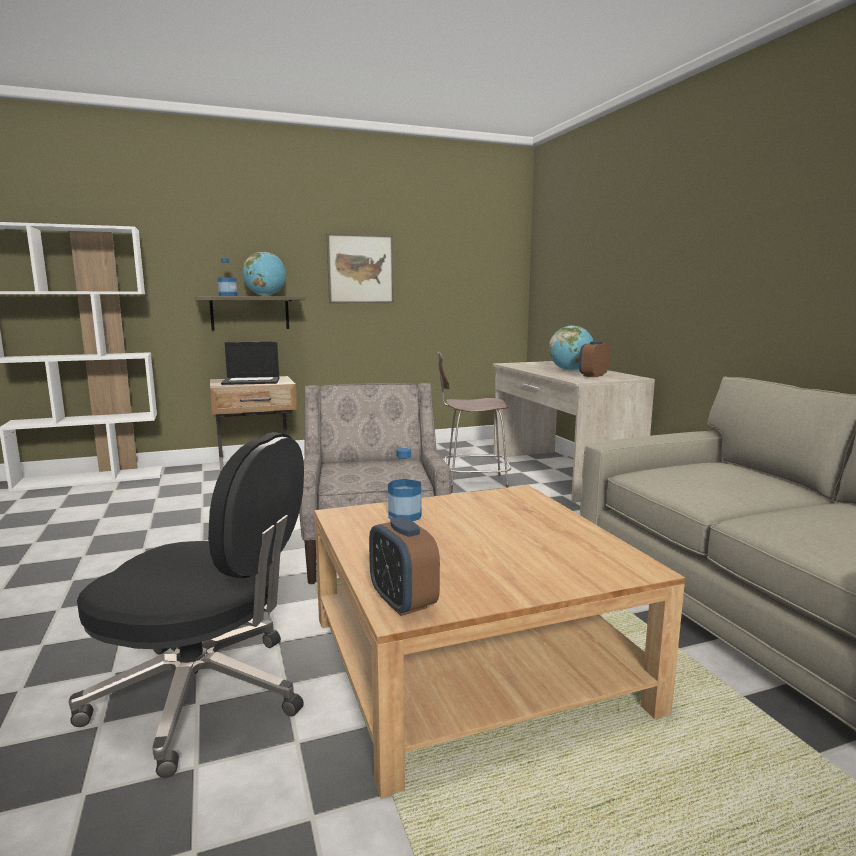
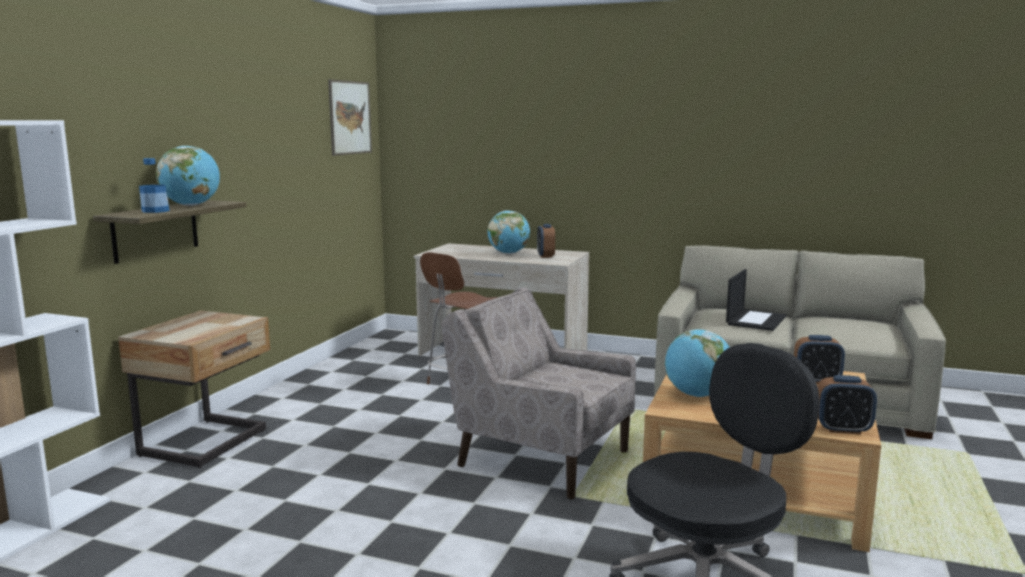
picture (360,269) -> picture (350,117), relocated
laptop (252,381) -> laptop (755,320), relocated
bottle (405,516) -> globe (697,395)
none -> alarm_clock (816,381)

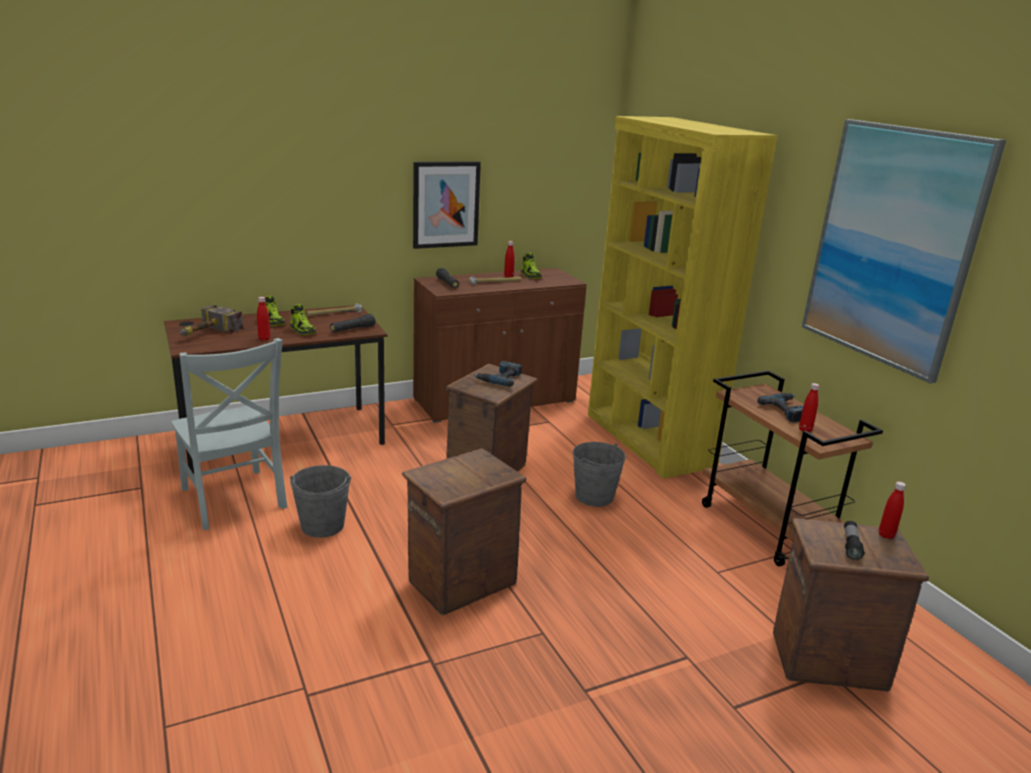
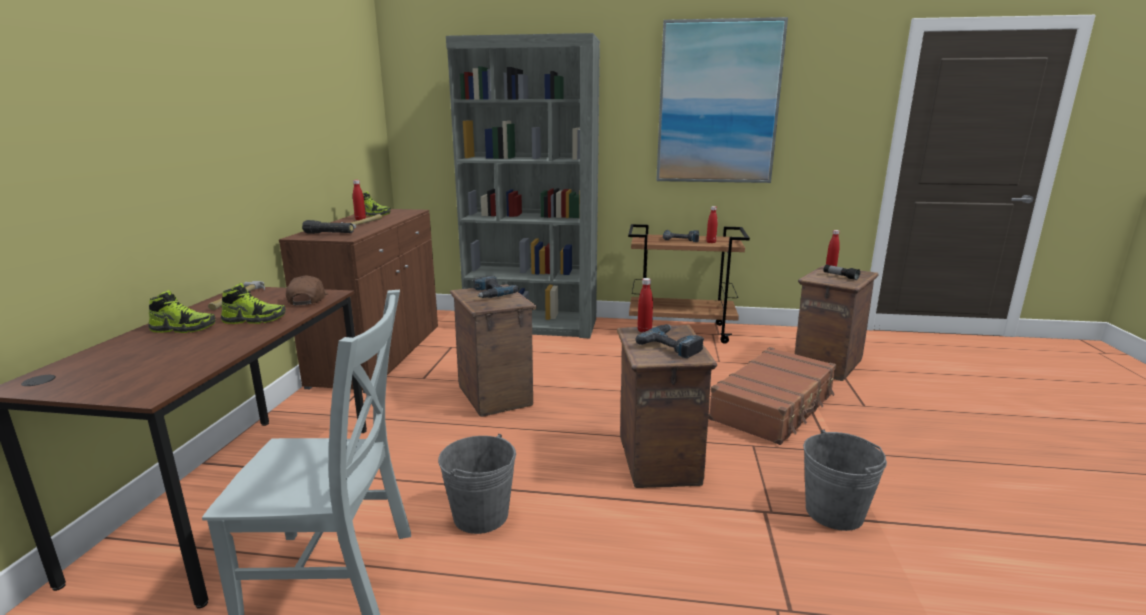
yellow_bookcase (648,440) -> grey_bookcase (532,325)
picture (445,204) -> none
red_bottle (264,339) -> red_bottle (644,331), relocated
hammer (206,333) -> none
black_flashlight (352,329) -> brown_cap (308,299)
grey_bucket (594,496) -> grey_bucket (834,512), relocated
none -> power_drill (672,345)
none -> brown_suitcase (773,407)

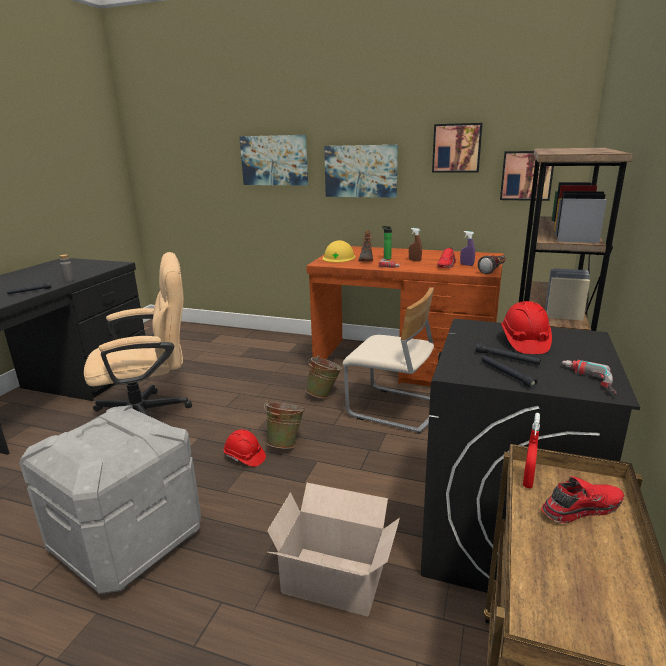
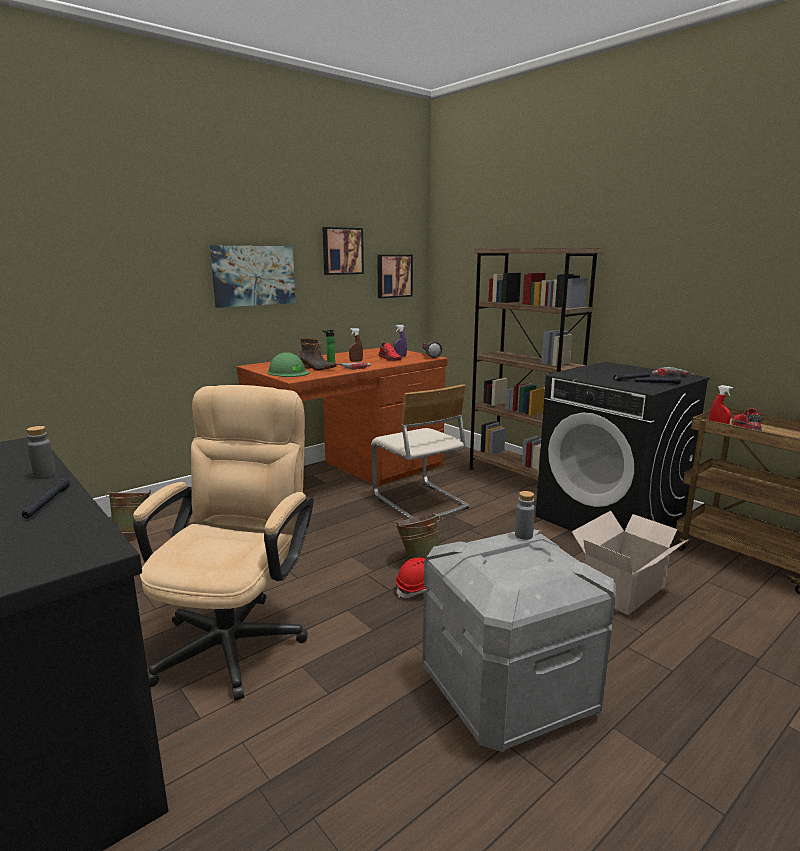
picture (274,160) -> none
yellow_hard_hat (338,257) -> green_hard_hat (288,372)
beige_chair (393,409) -> beige_chair (419,502), 90 degrees clockwise
red_hard_hat (524,342) -> none
green_bucket (324,395) -> green_bucket (133,531), relocated
none -> grey_bottle (523,535)

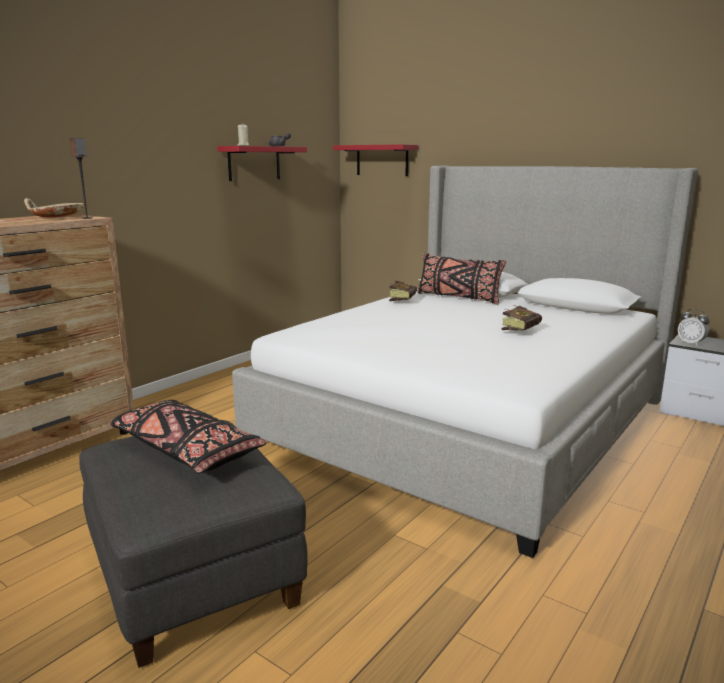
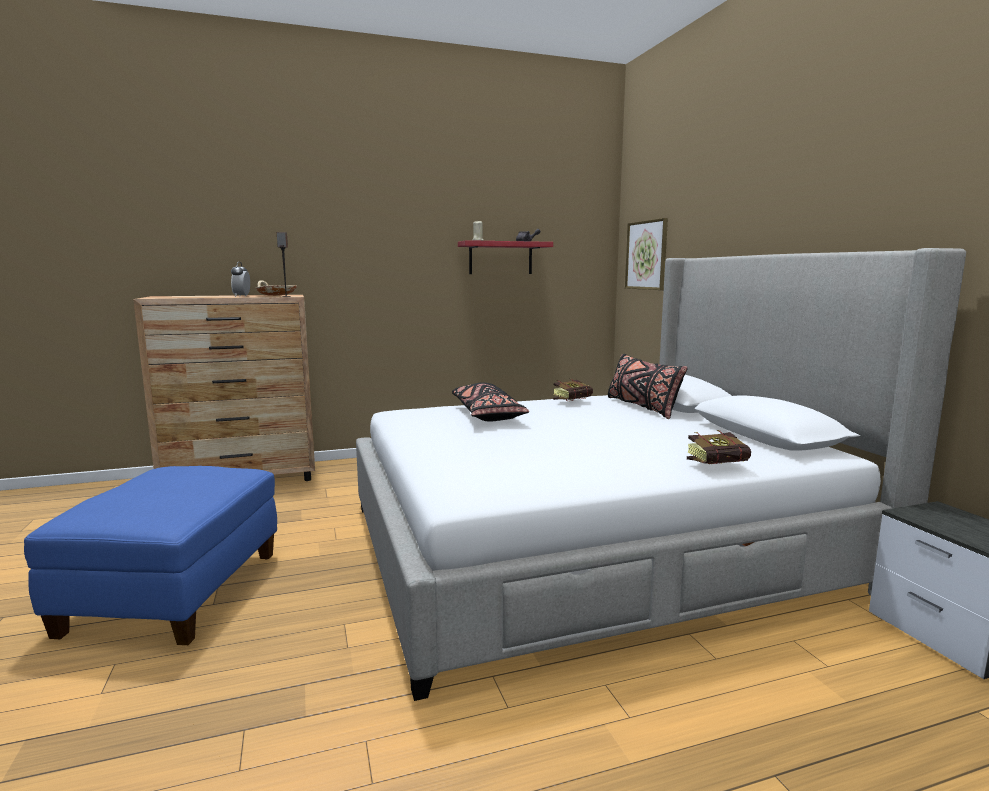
red_shelf (382,160) -> picture (646,255)
book (522,331) -> book (722,466), relocated
alarm_clock (691,343) -> alarm_clock (242,296), relocated
black_pillow (186,450) -> black_pillow (487,414), relocated
grey_ottoman (191,574) -> blue_ottoman (176,592)

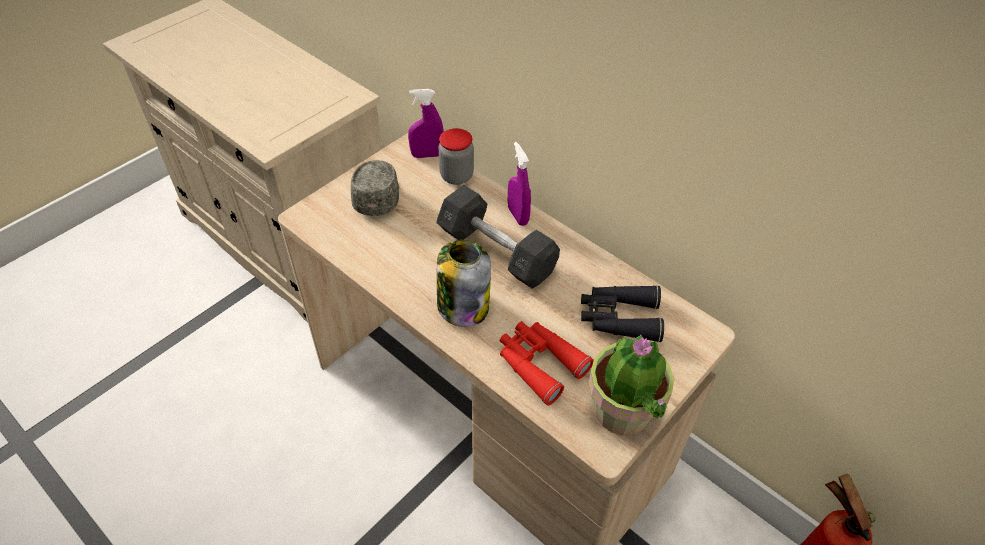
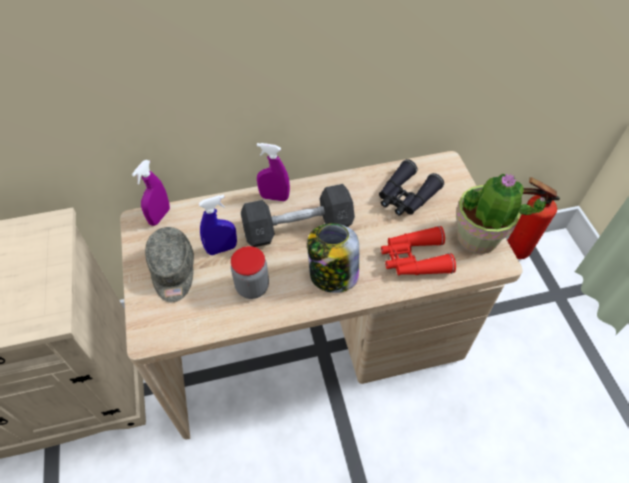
jar (456,176) -> jar (252,287), relocated
grey_cap (377,195) -> grey_cap (173,271), 135 degrees counterclockwise
none -> blue_spray_bottle (222,249)

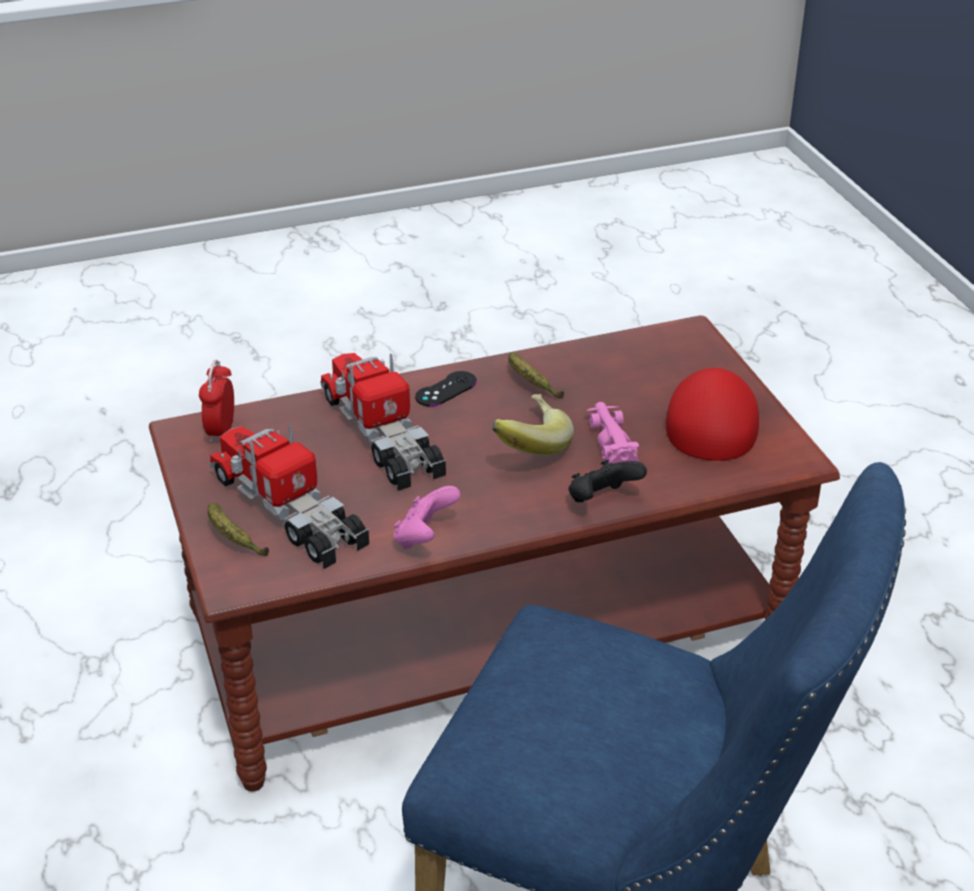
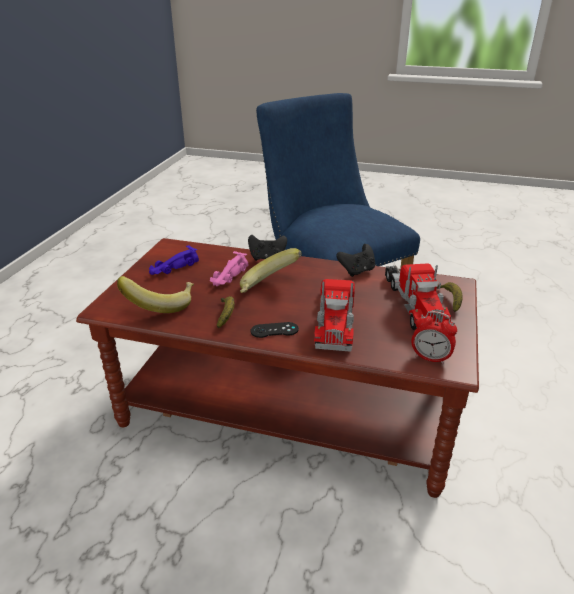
alarm_clock (221,430) -> alarm_clock (430,358), 75 degrees clockwise
red_cap (712,419) -> purple_toy_car (173,268)
pink_game_controller (424,538) -> black_game_controller (357,271)
none -> banana (161,305)

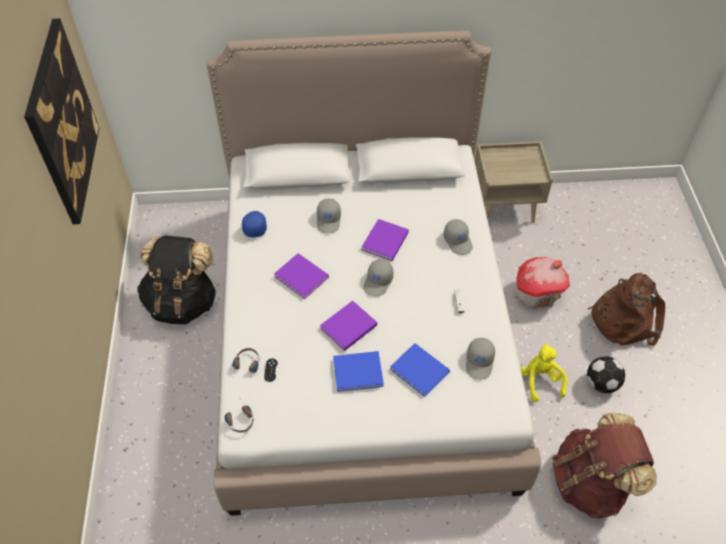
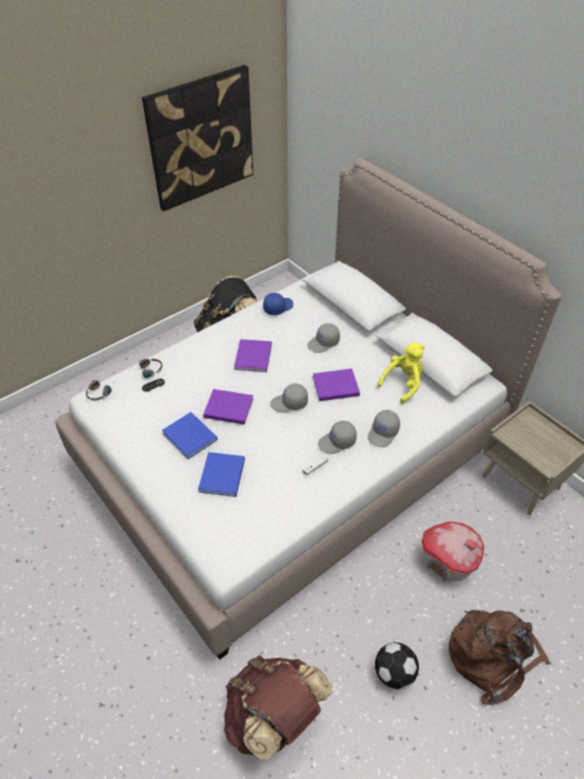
grey_cap (480,362) -> grey_cap (337,442), relocated
yellow_plush_toy (540,381) -> yellow_plush_toy (403,383), relocated

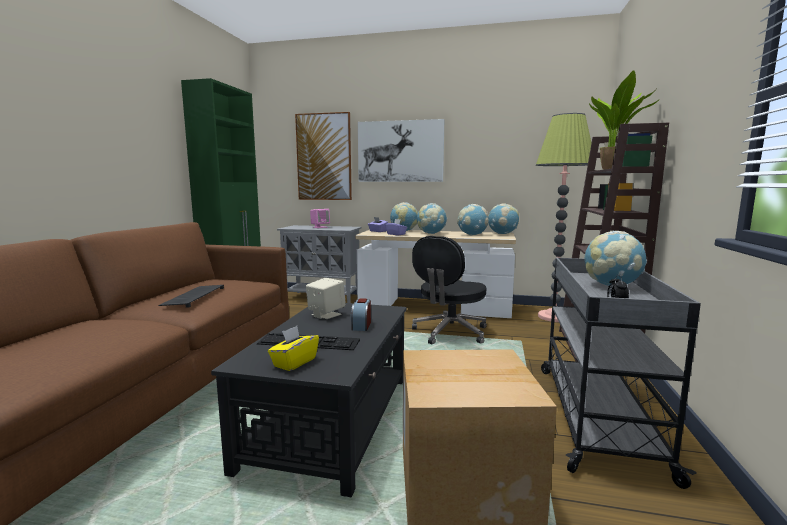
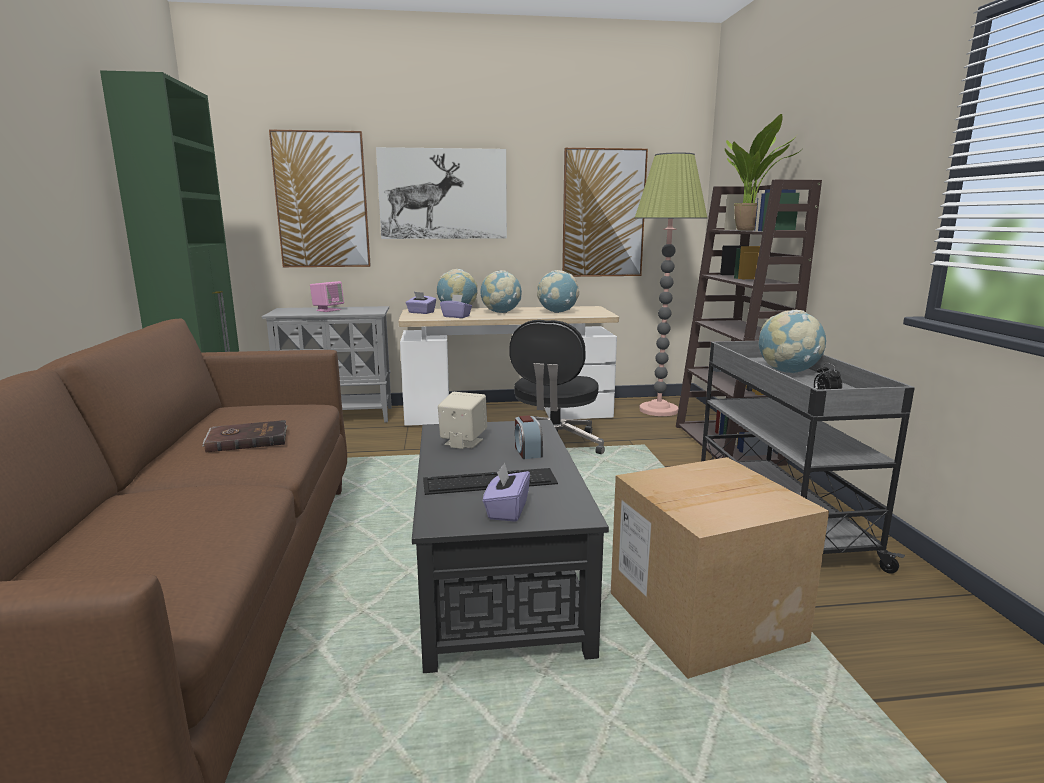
globe (502,234) -> none
keyboard (194,297) -> brown_book (247,439)
yellow_tissue_box (294,362) -> purple_tissue_box (507,510)
none -> picture (603,213)

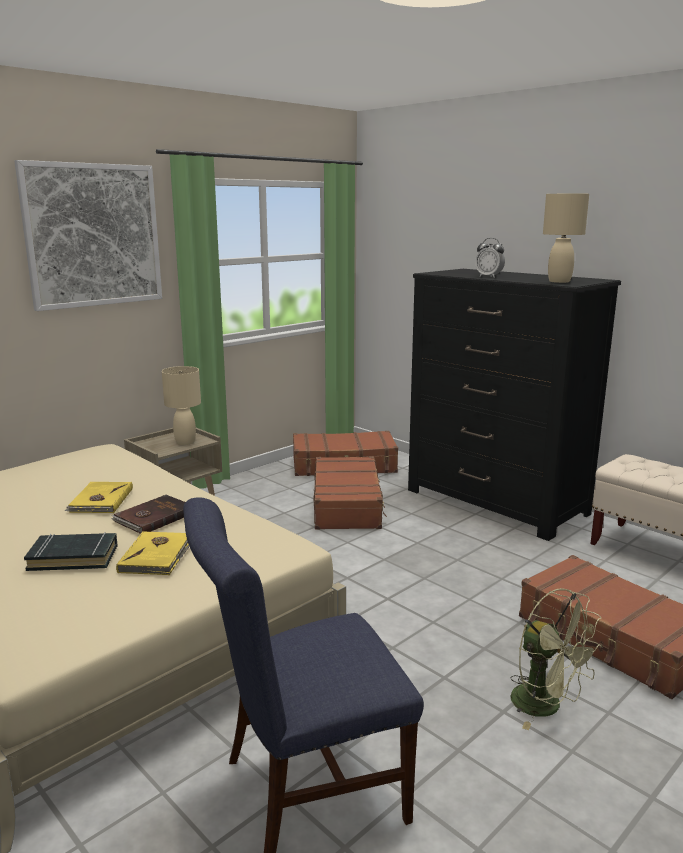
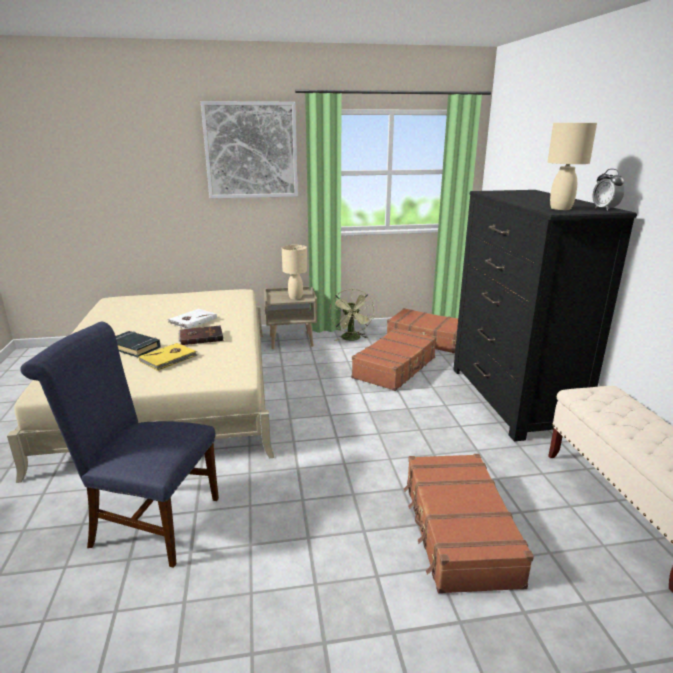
alarm_clock (489,277) -> alarm_clock (605,209), relocated
yellow_book (100,500) -> white_book (192,320)
green_fan (546,706) -> green_fan (352,339), relocated

